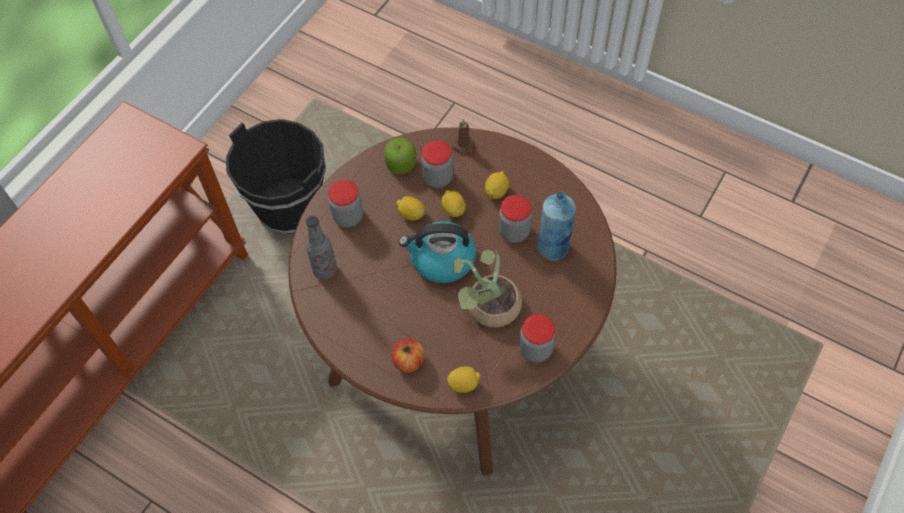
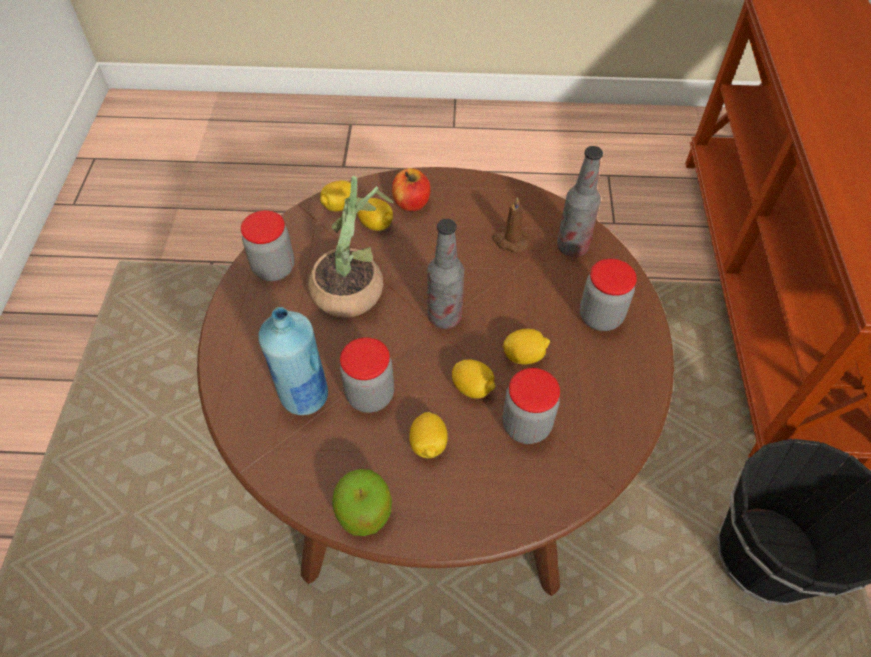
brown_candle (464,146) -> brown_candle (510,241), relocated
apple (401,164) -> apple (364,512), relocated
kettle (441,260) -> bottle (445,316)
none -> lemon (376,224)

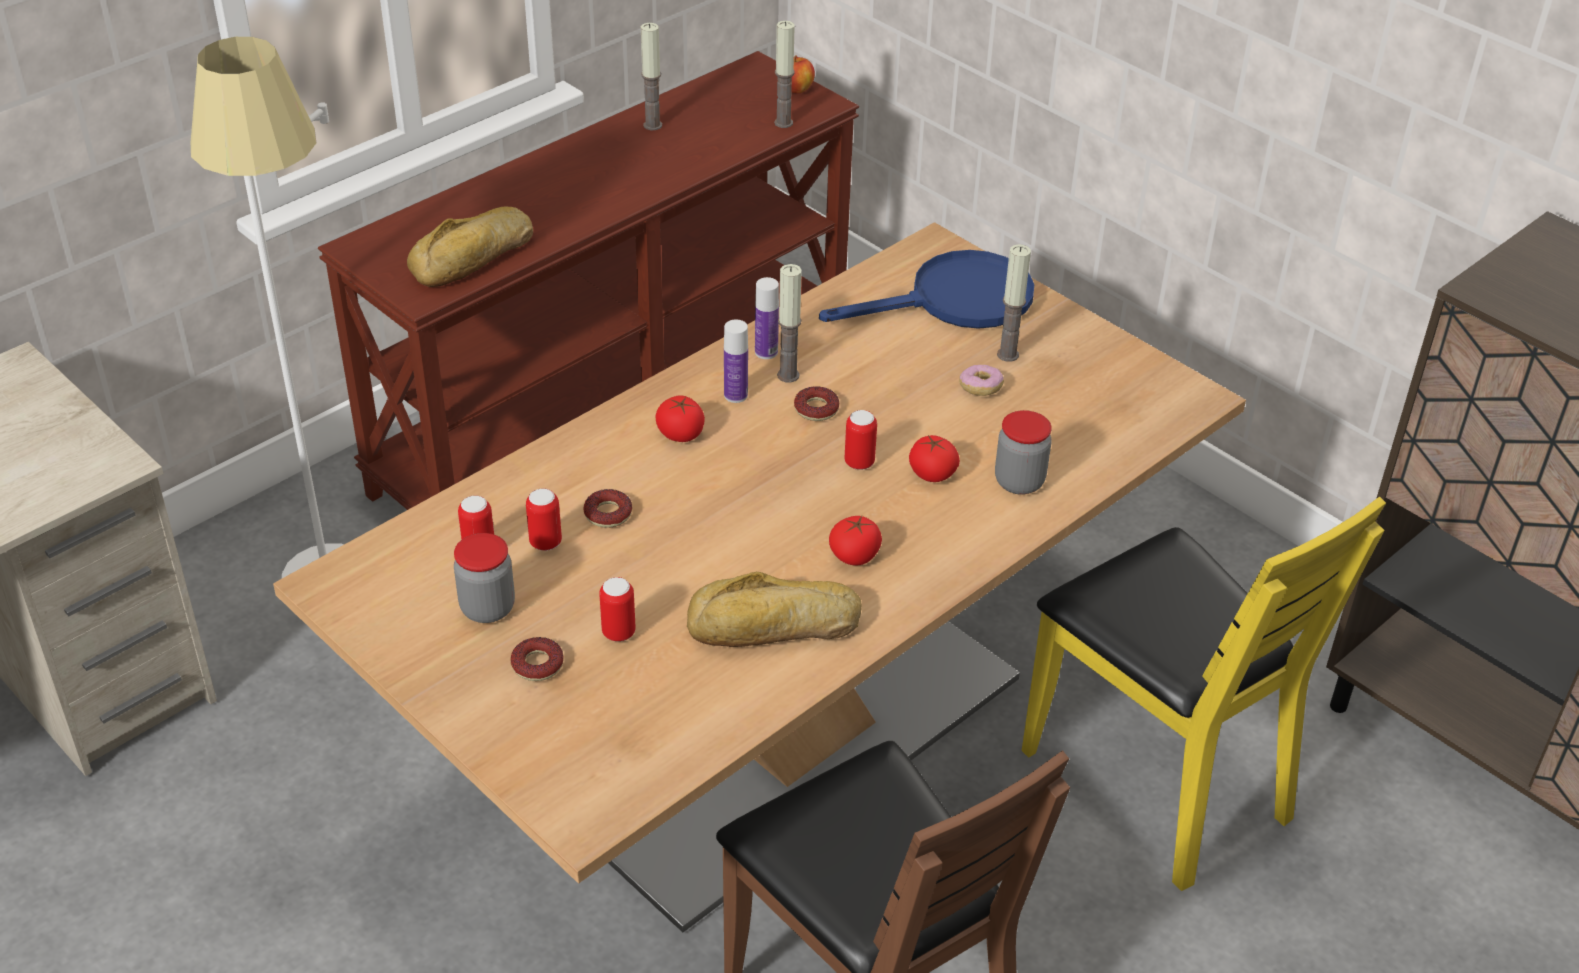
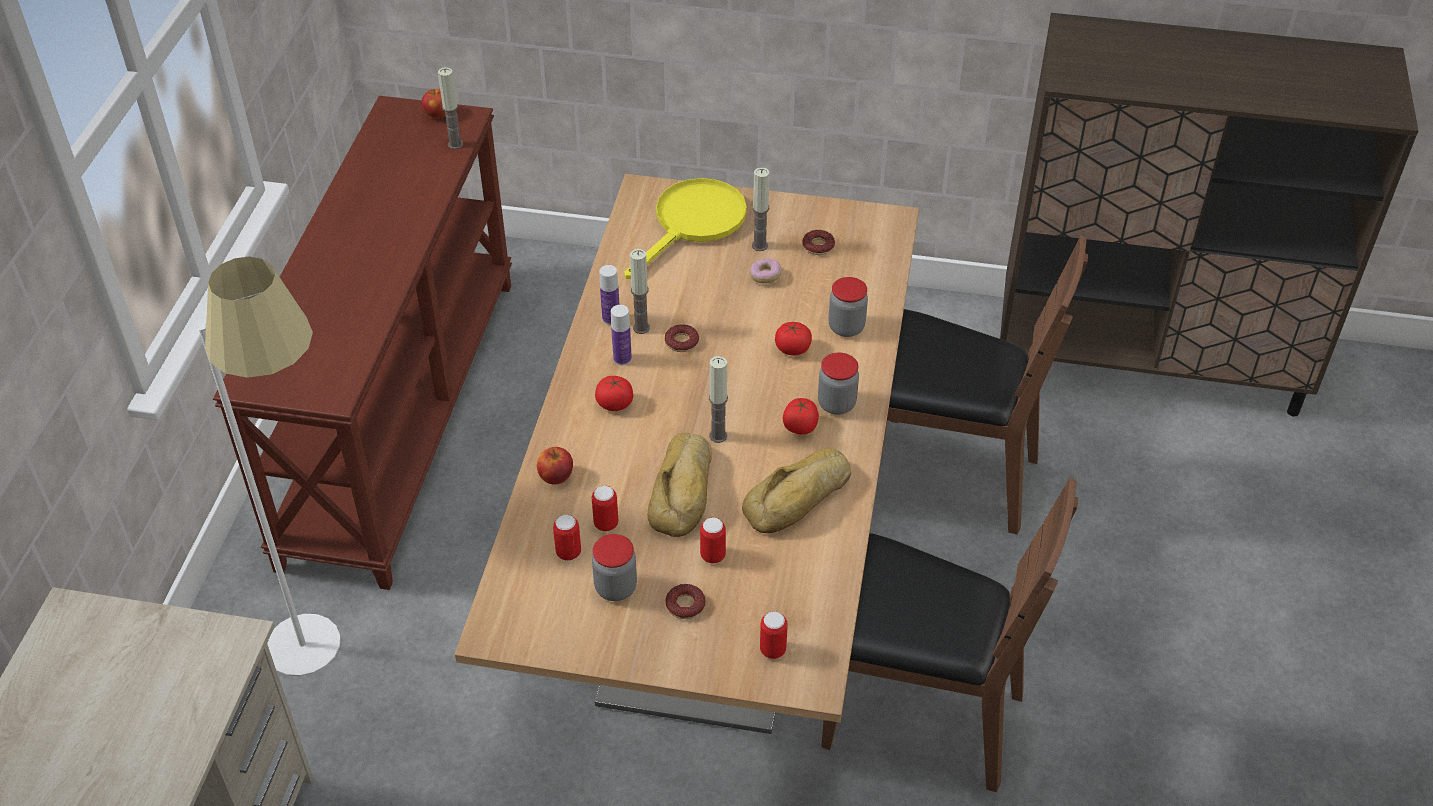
candle (652,125) -> candle (718,436), relocated
bread (475,258) -> bread (684,491), relocated
blue_frying_pan (955,301) -> yellow_frying_pan (693,224)
can (859,462) -> can (772,650), relocated
donut (608,514) -> donut (818,246), relocated
yellow_chair (1156,780) -> brown_chair (949,476)
none -> jar (836,404)
none -> apple (555,477)

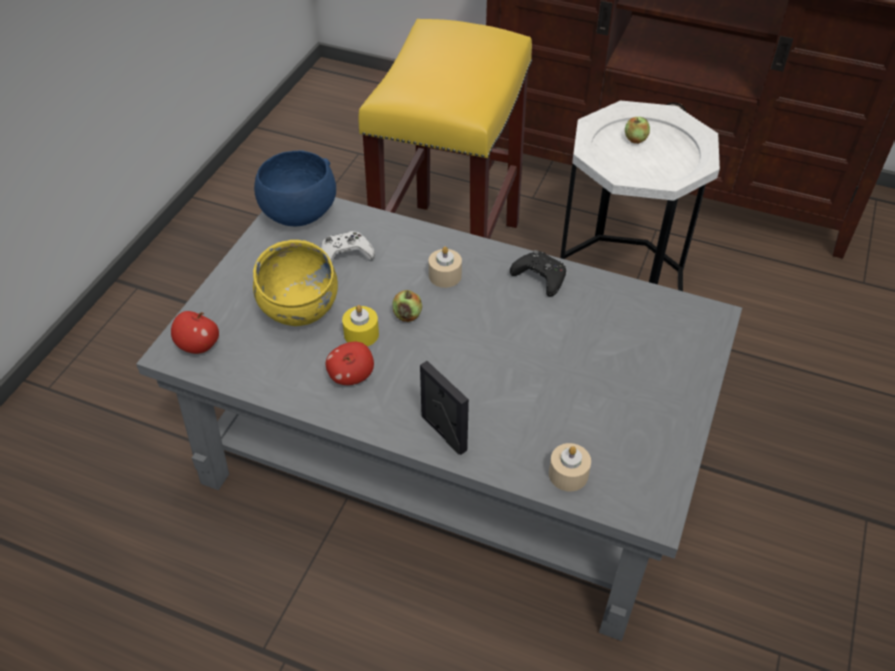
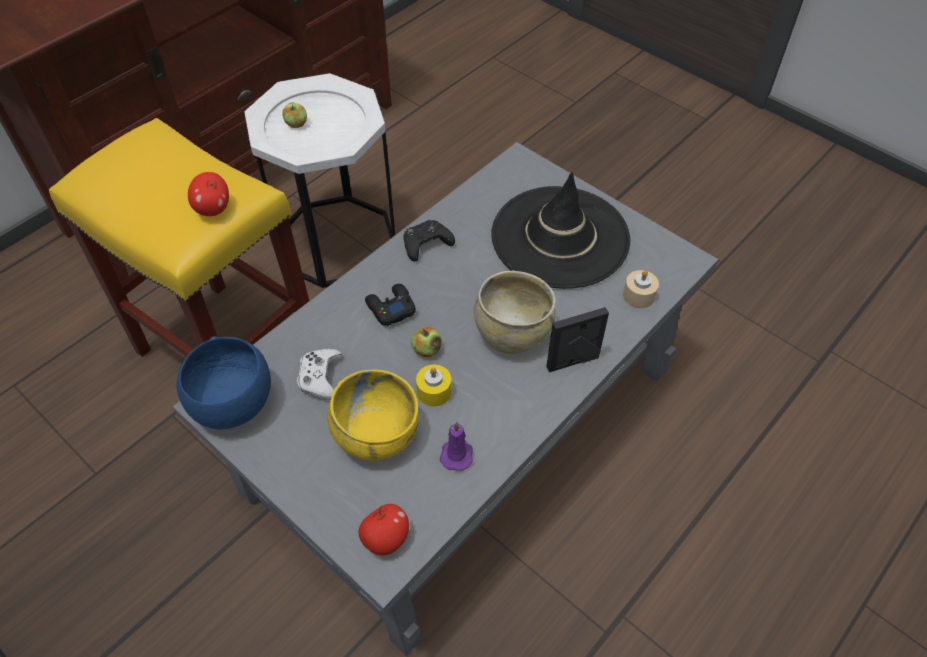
beige_candle (445,276) -> black_game_controller (390,308)
apple (351,376) -> apple (213,209), relocated
none -> black_hat (560,237)
none -> beige_bowl (512,332)
none -> purple_candle (457,453)

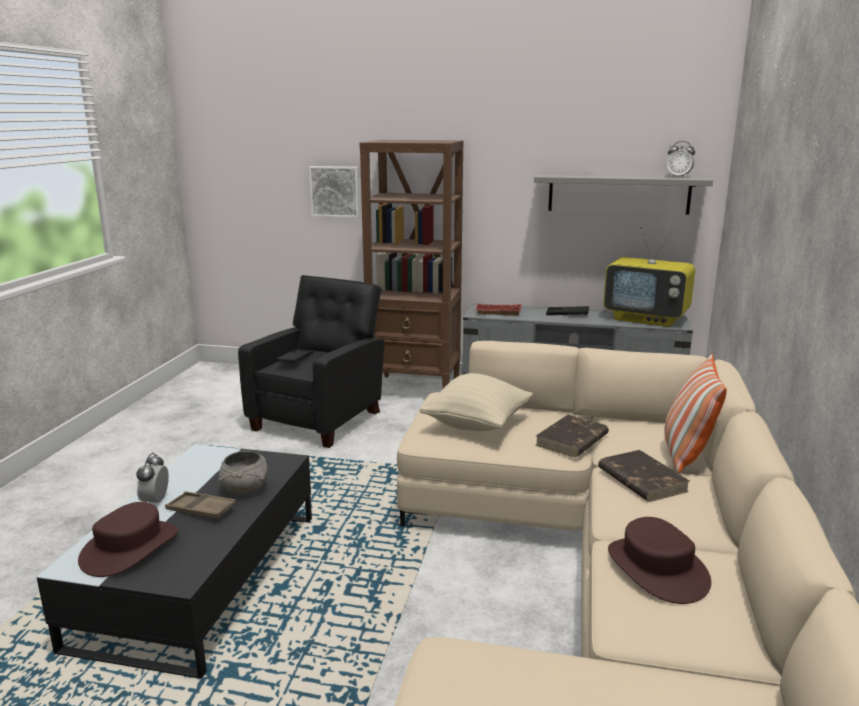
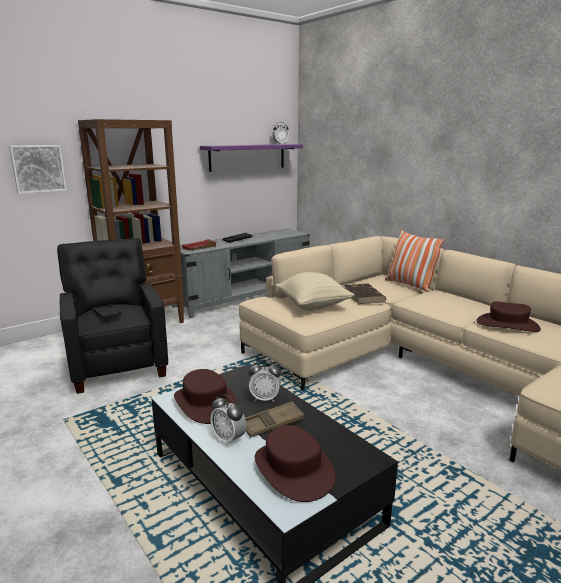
grey_shelf (618,194) -> purple_shelf (247,157)
television (647,319) -> none
brown_book (641,479) -> none
grey_bowl (245,489) -> alarm_clock (265,398)
none -> brown_hat (205,403)

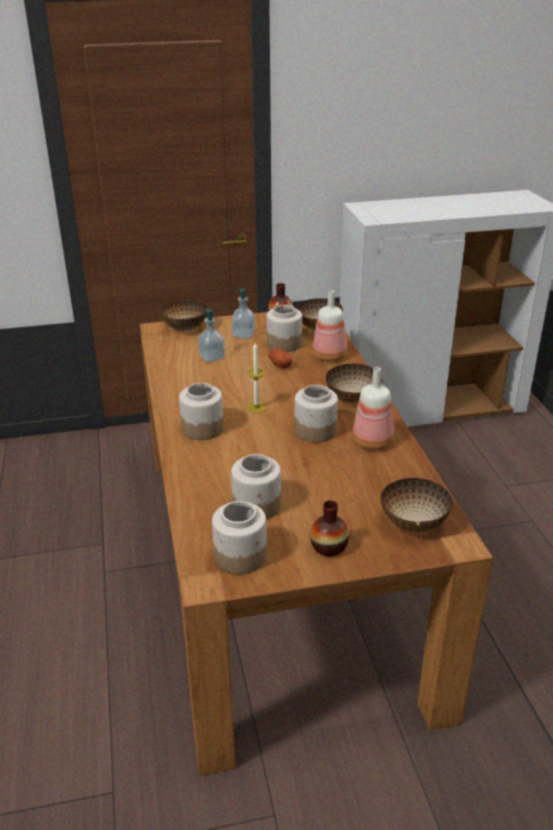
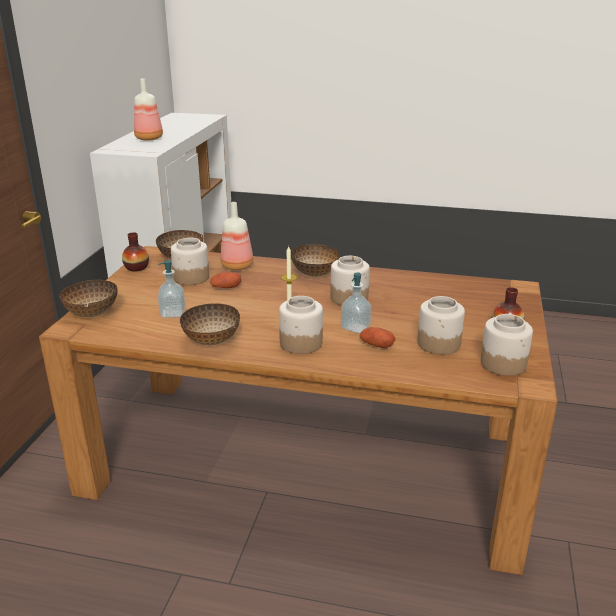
soap_dispenser (243,335) -> soap_dispenser (355,327), relocated
bottle (373,441) -> bottle (149,138), relocated
bowl (412,523) -> bowl (211,341), relocated
none -> potato (376,345)

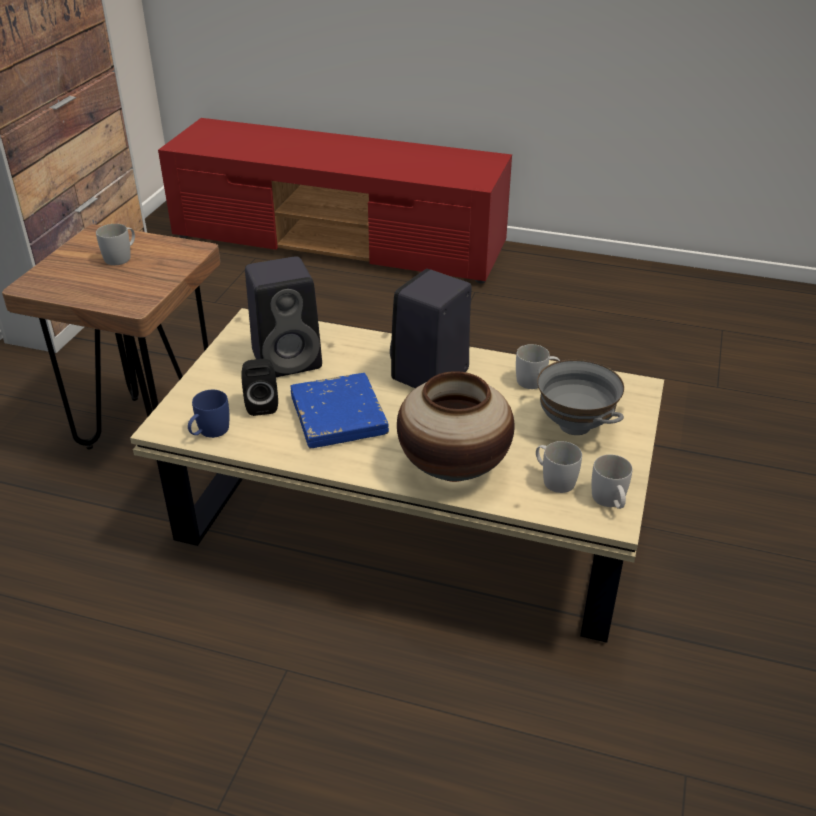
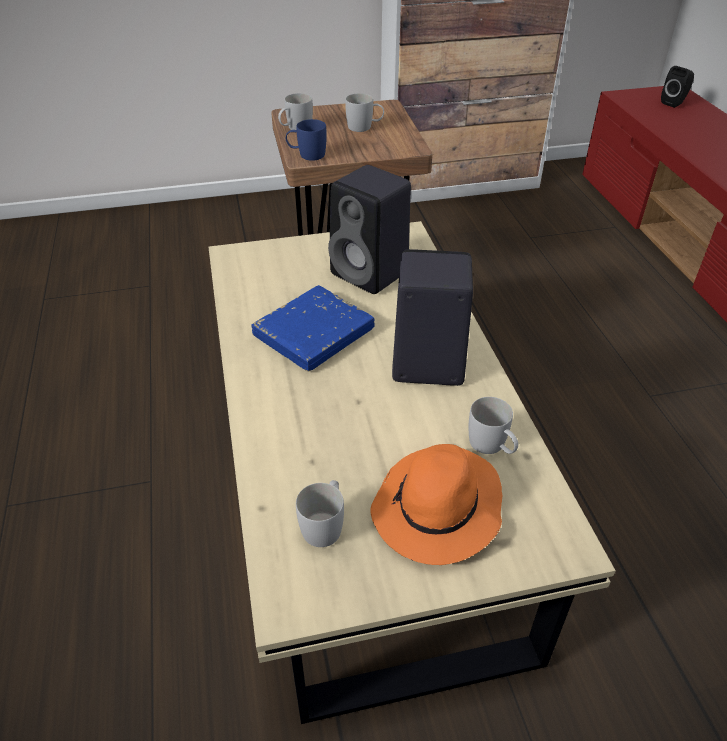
black_speaker (261,404) -> black_speaker (674,103), relocated
grey_bowl (575,425) -> orange_hat (437,510)
vase (453,467) -> none
blue_mug (209,432) -> blue_mug (307,155), relocated
white_mug (610,502) -> white_mug (295,128), relocated

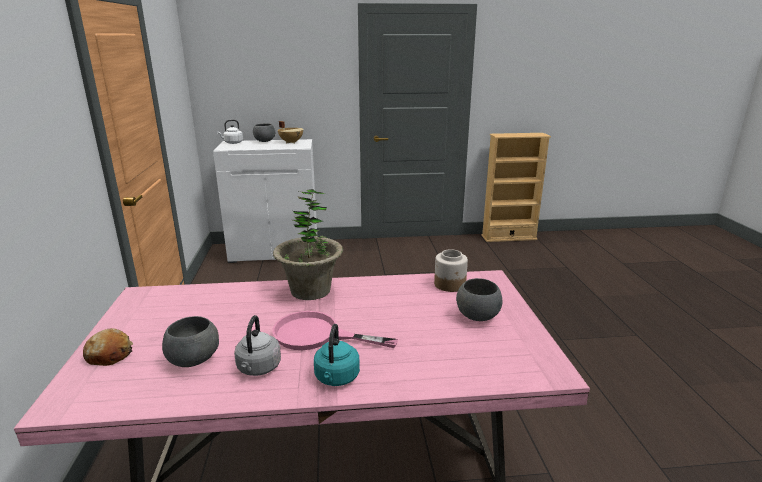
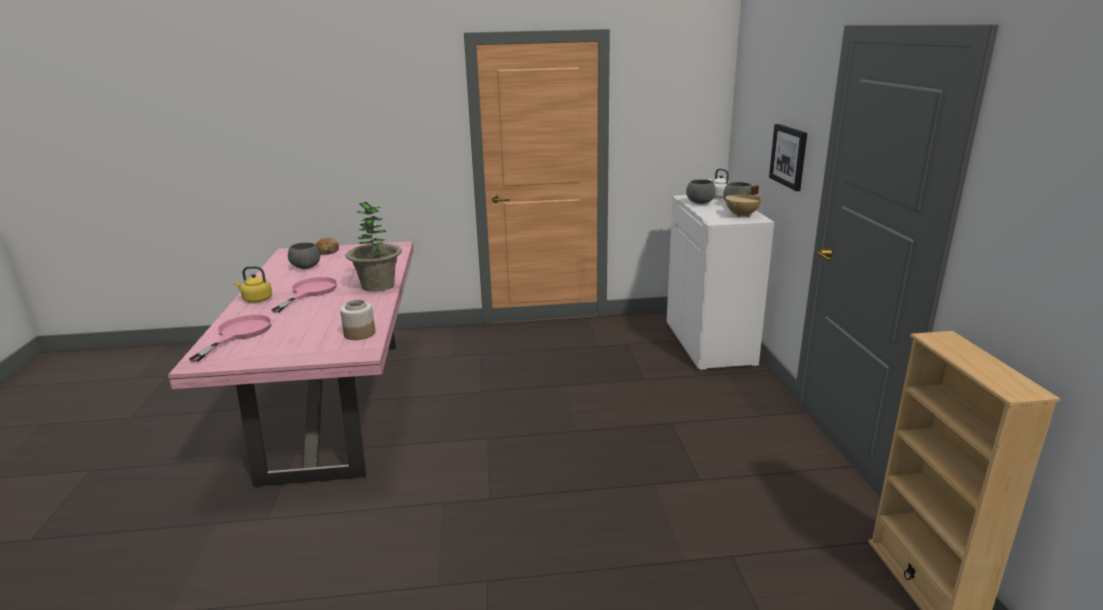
grey_bowl (477,316) -> grey_bowl (700,203), relocated
grey_kettle (258,368) -> none
turquoise_kettle (336,378) -> yellow_kettle (256,300)
none -> picture (789,156)
none -> pink_frying_pan (239,334)

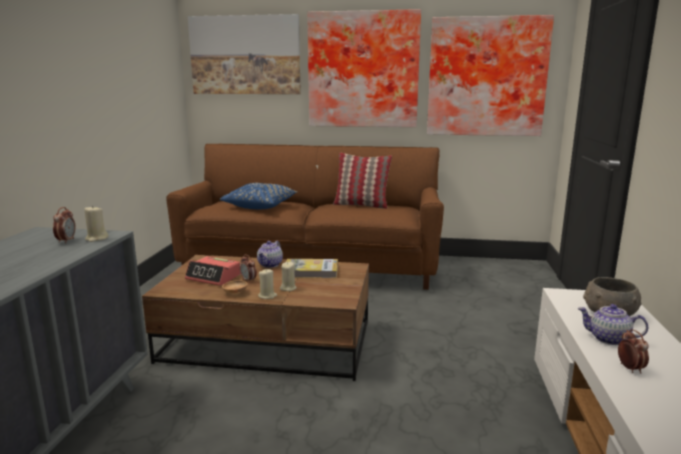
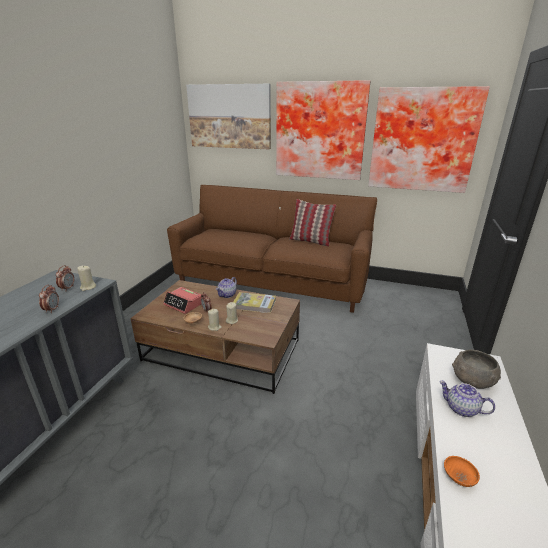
blue_pillow (260,206) -> none
alarm_clock (630,368) -> alarm_clock (52,310), relocated
none -> orange_bowl (459,477)

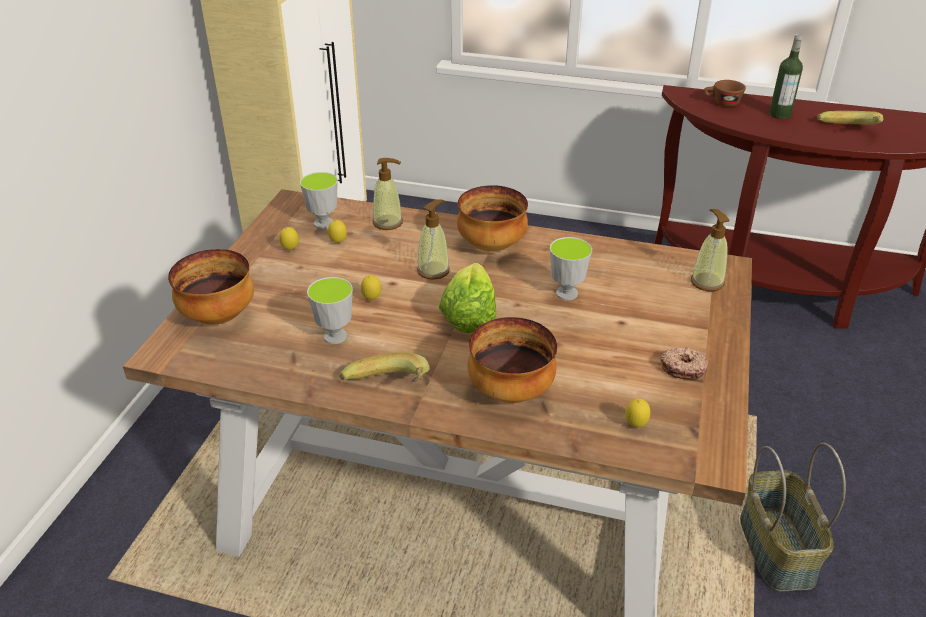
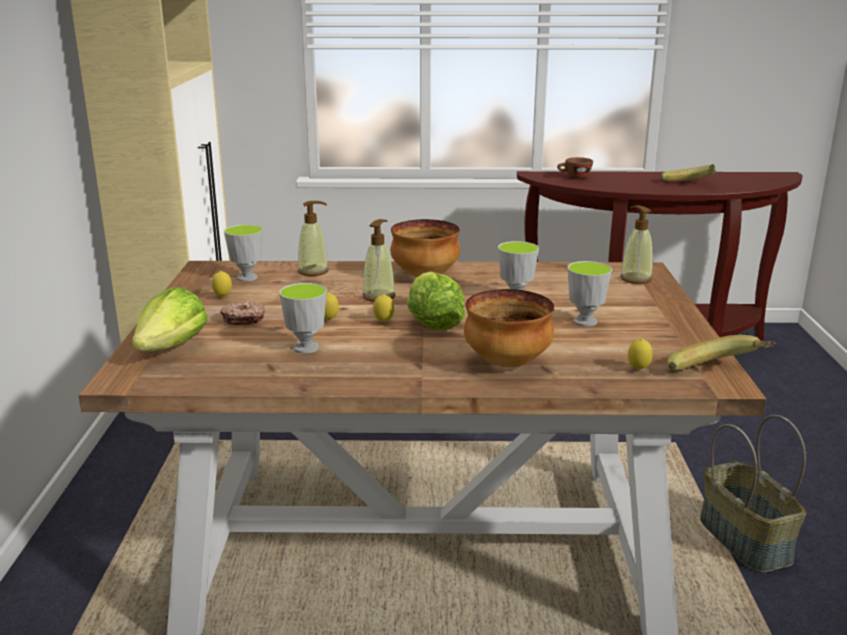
bottle (779,114) -> none
lemon (338,243) -> lemon (384,322), relocated
bowl (220,316) -> lettuce (172,348)
donut (683,368) -> donut (243,319), relocated
banana (388,391) -> banana (719,375), relocated
none -> cup (585,321)

